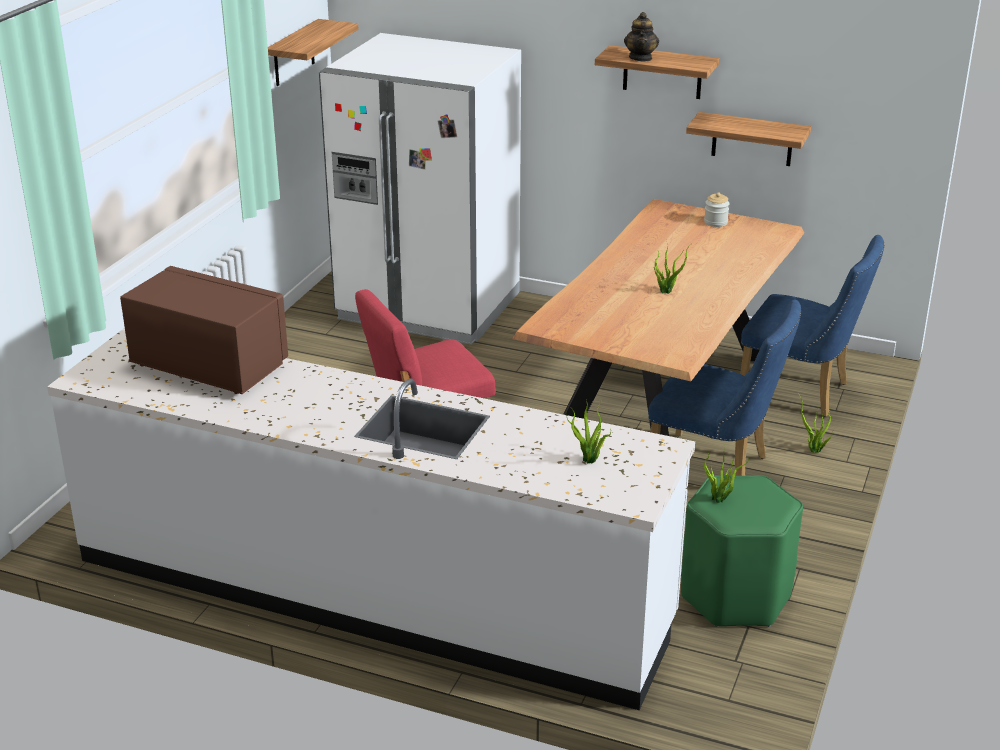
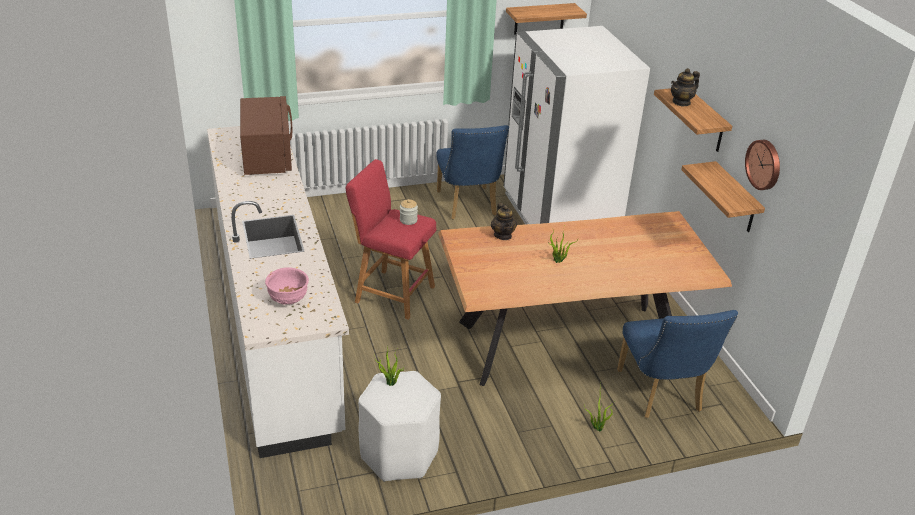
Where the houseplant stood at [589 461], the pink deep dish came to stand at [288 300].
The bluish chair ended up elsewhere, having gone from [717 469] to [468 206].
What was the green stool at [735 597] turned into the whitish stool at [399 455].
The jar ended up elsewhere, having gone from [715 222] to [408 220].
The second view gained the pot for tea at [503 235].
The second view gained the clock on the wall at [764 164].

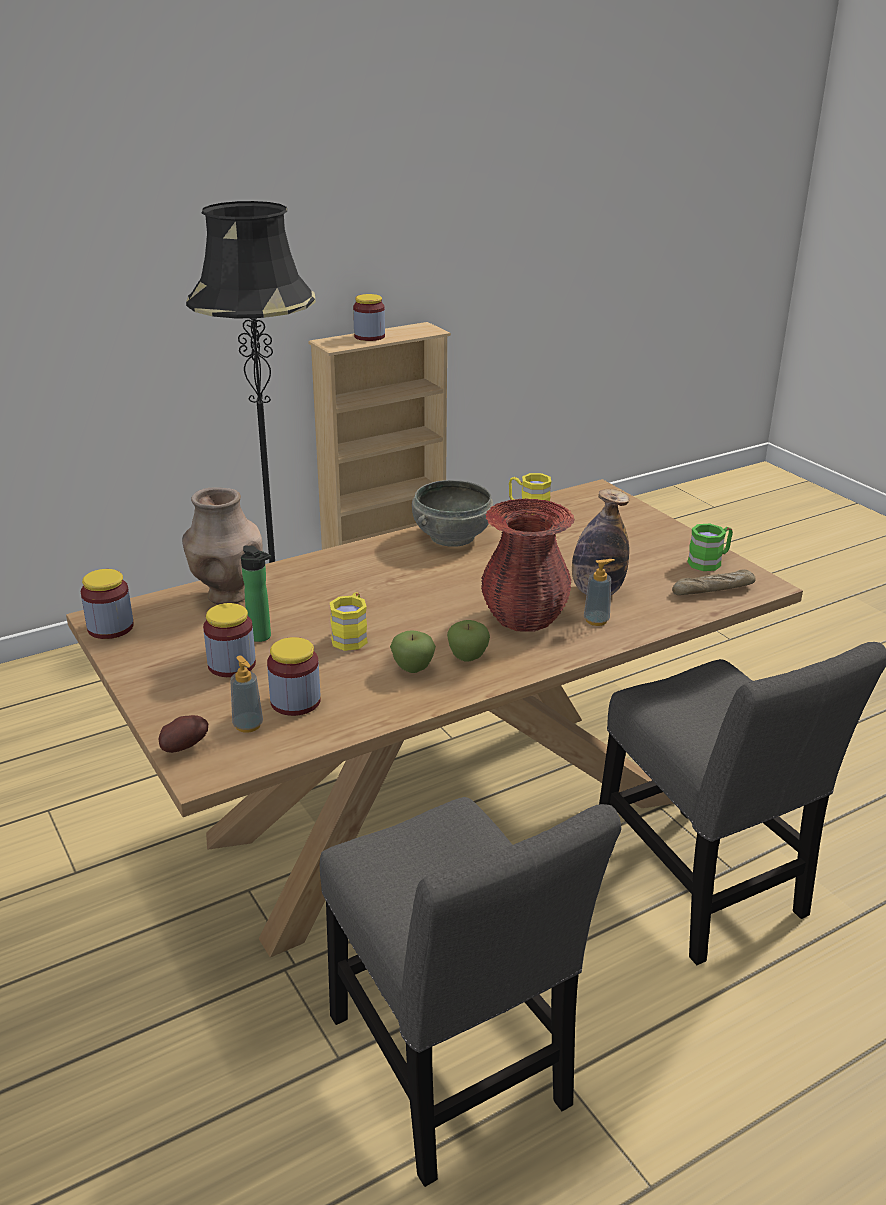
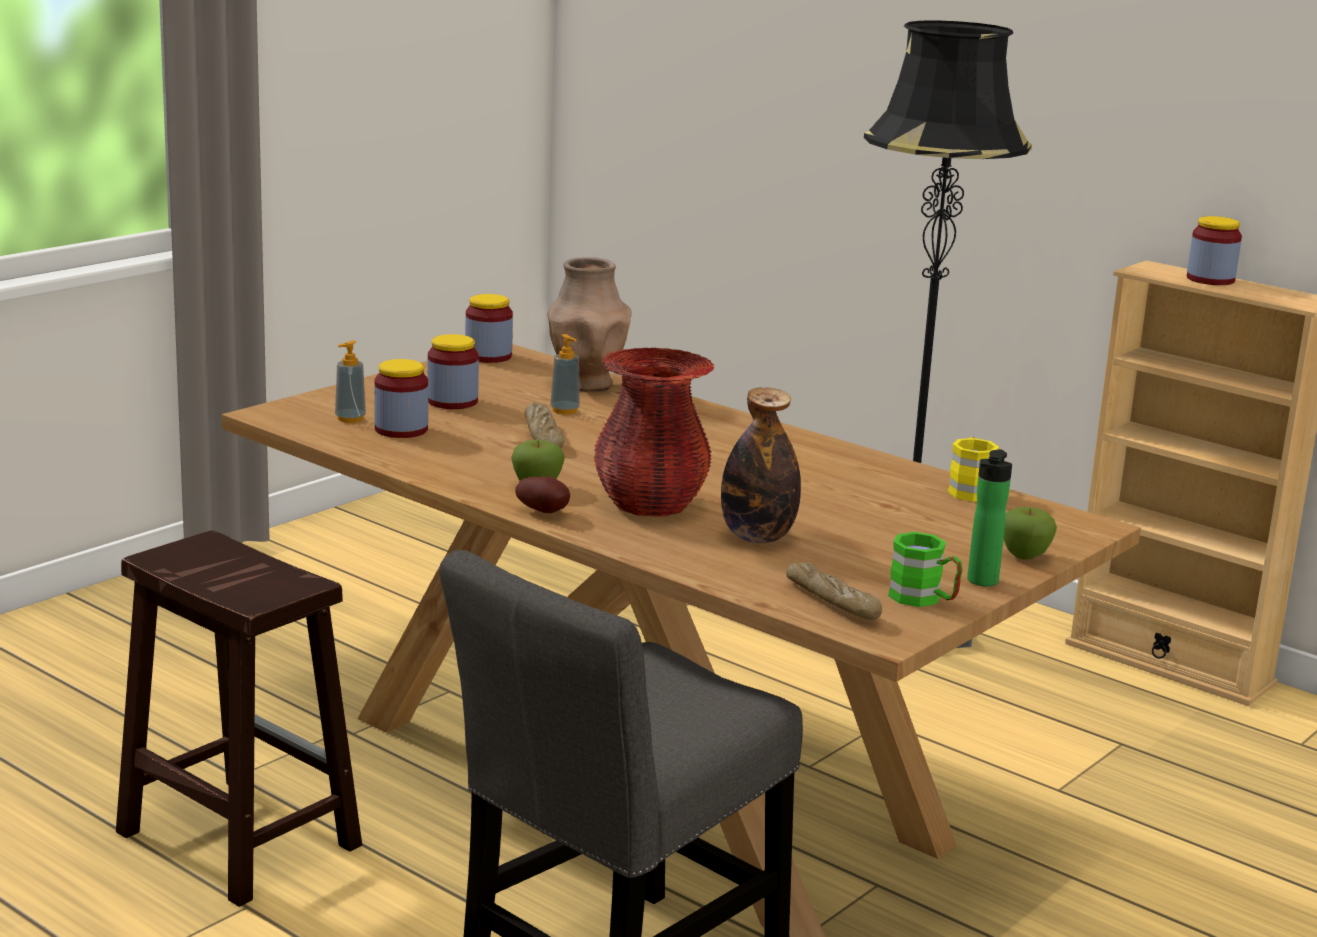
The potato ended up elsewhere, having gone from [183 747] to [545 512].
The bottle ended up elsewhere, having gone from [262 637] to [981 582].
Where the gray chair stood at [451 1072], the brown stool came to stand at [235 838].
Where the yellowish coffee mug stood at [351 636], the bread came to stand at [543 437].
The whole apple ended up elsewhere, having gone from [413 668] to [1025 556].
The second view lost the gray deep dish at [451 536].
The liquid soap bottle ended up elsewhere, having gone from [596 620] to [564 410].

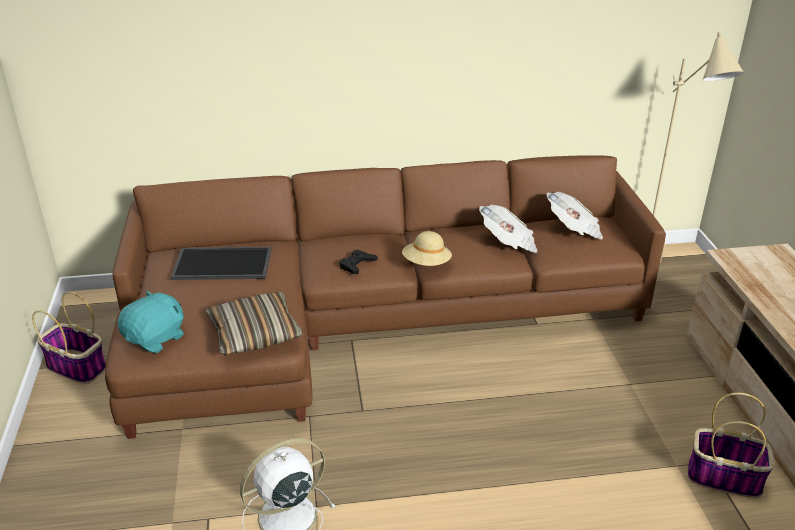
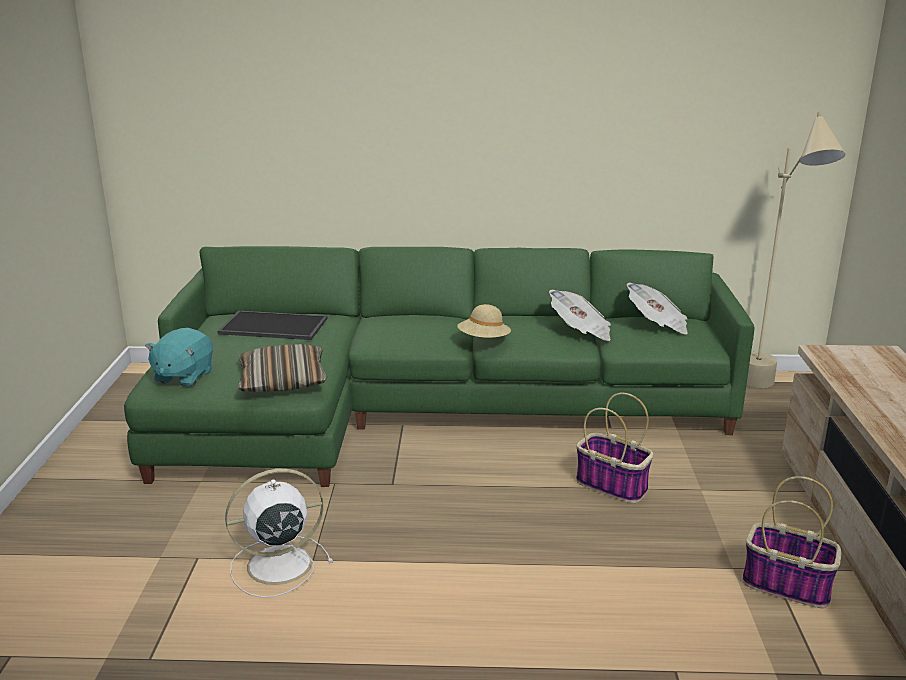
The storage basket ended up elsewhere, having gone from [78 367] to [613 485].
What was the brown sofa at [364 322] turned into the green sofa at [421 410].
The blue-green plush toy at [156 338] ended up facing another way, 150 degrees clockwise from before.
The second view lost the black-coloured joypad at [357 265].

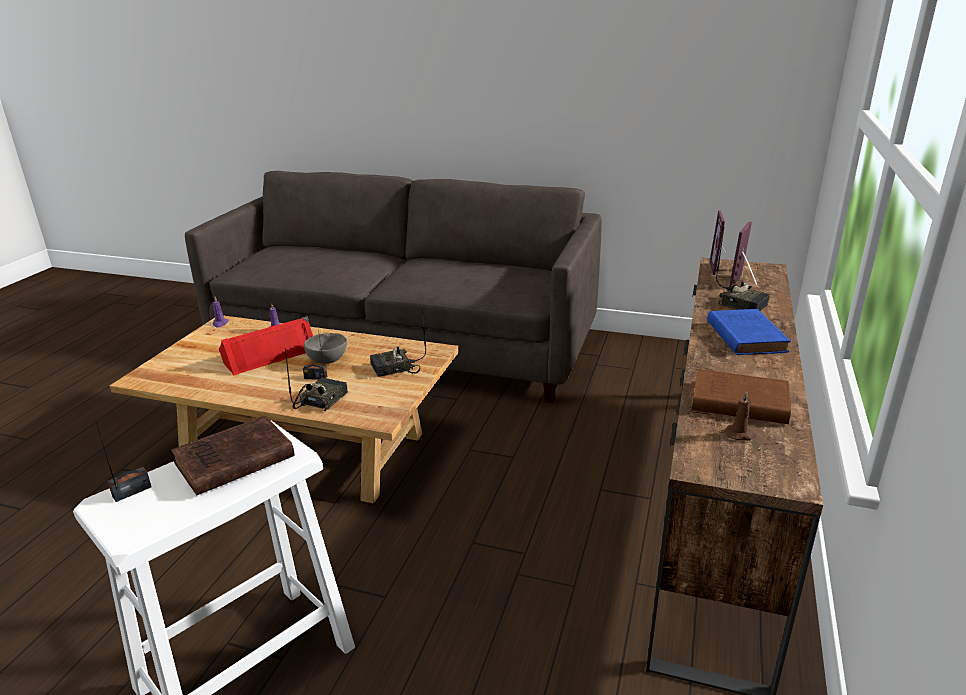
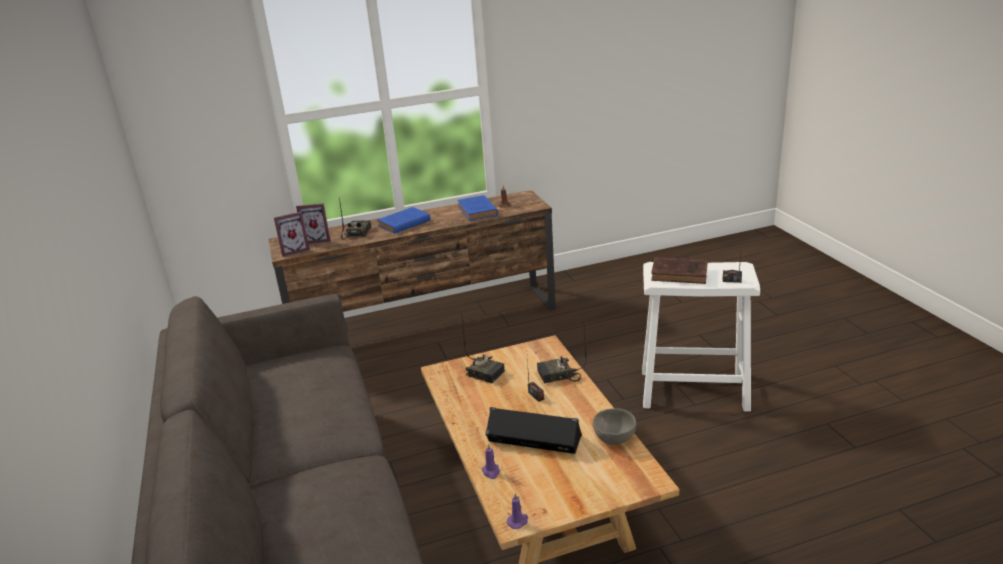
What was the reddish loudspeaker at [269 355] turned into the black-coloured loudspeaker at [534 441].
The gray deep dish ended up elsewhere, having gone from [328 360] to [613 438].
What was the brown bound book at [736 402] turned into the bluish bound book at [478 211].

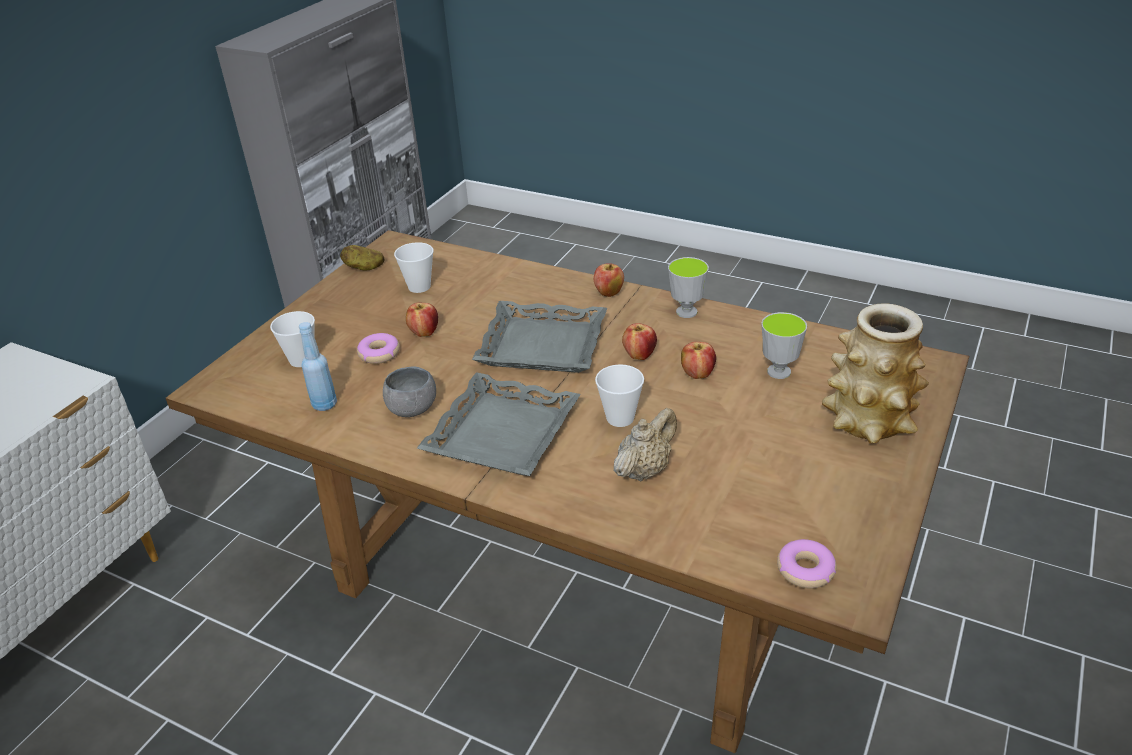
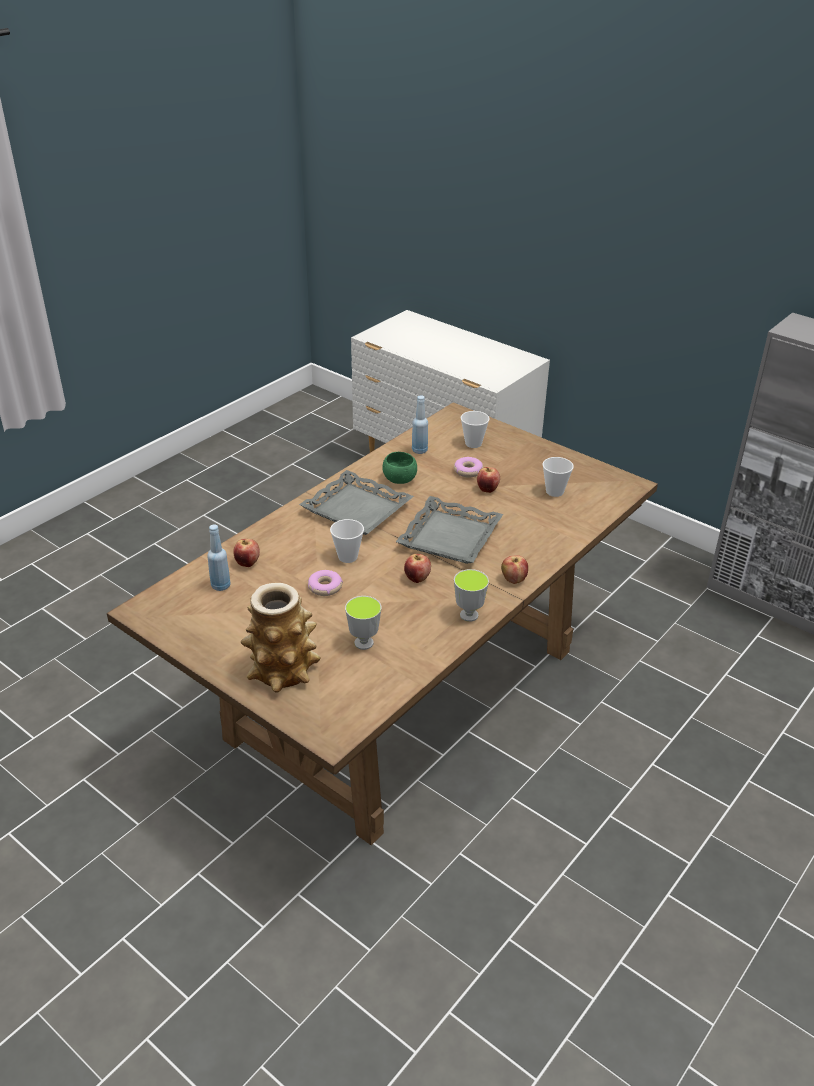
The second view lost the potato at [364 268].
What was the gray deep dish at [412 409] turned into the green deep dish at [399 480].
The second view lost the beige pot for tea at [644 469].
The whole apple ended up elsewhere, having gone from [697 374] to [247 563].
The doughnut ended up elsewhere, having gone from [805 570] to [325 587].
The second view gained the bluish bottle at [220 586].

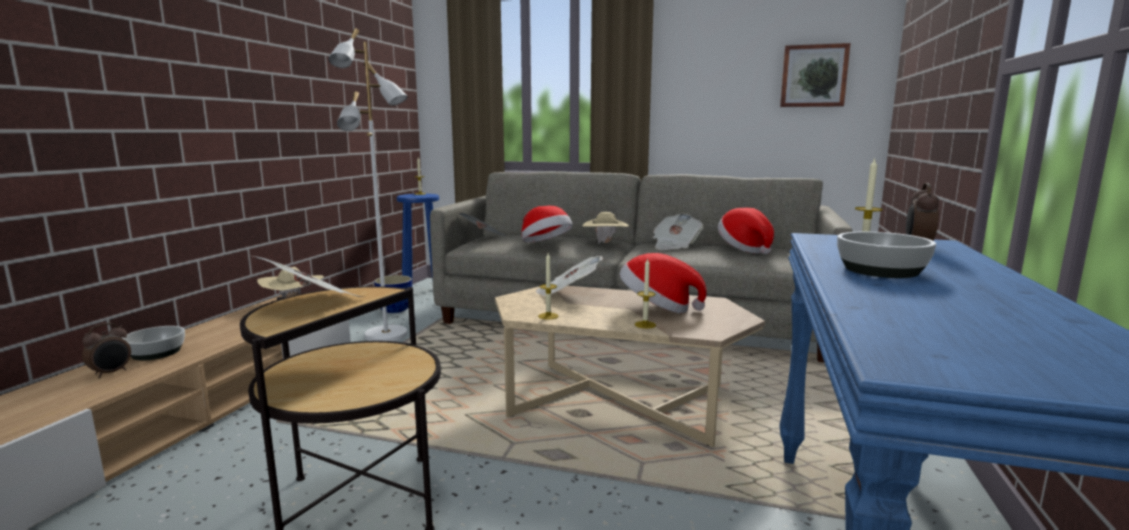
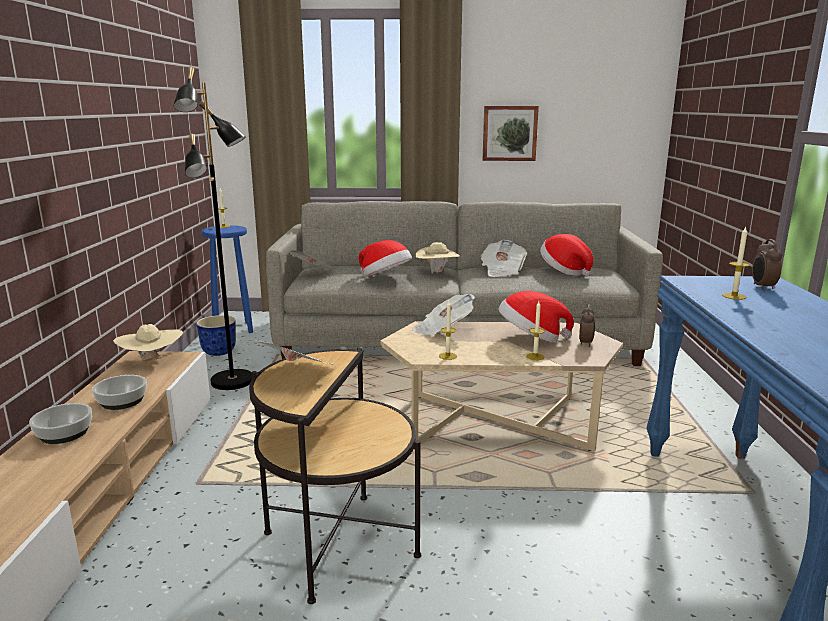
The bedside clock ended up elsewhere, having gone from [111 373] to [586 343].
What was the whitish standing lamp at [386 336] turned into the black-coloured standing lamp at [233 381].
The picture ended up elsewhere, having gone from [813 76] to [509 133].
The deep dish ended up elsewhere, having gone from [881 270] to [122 401].

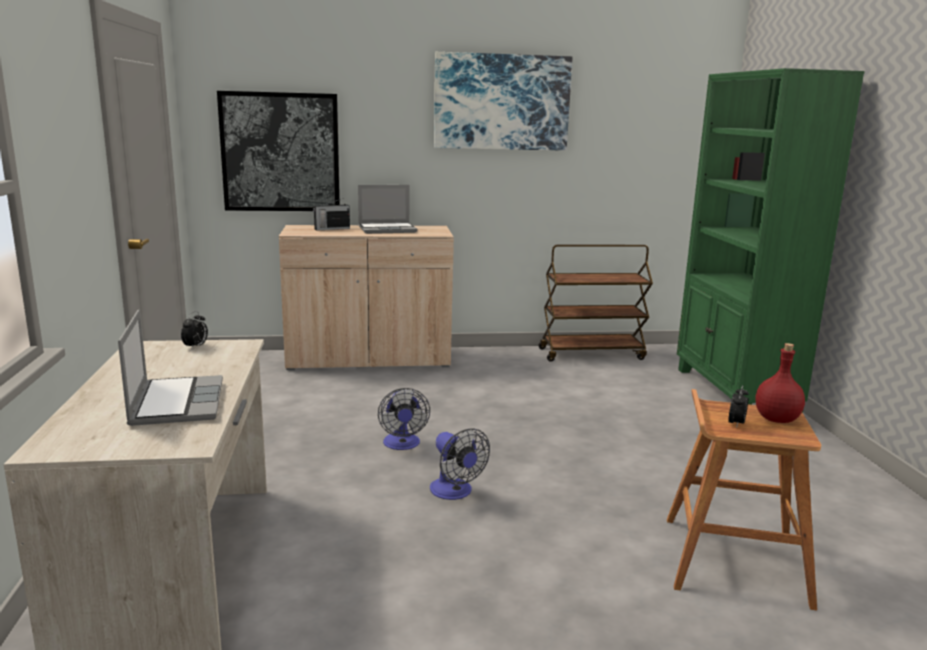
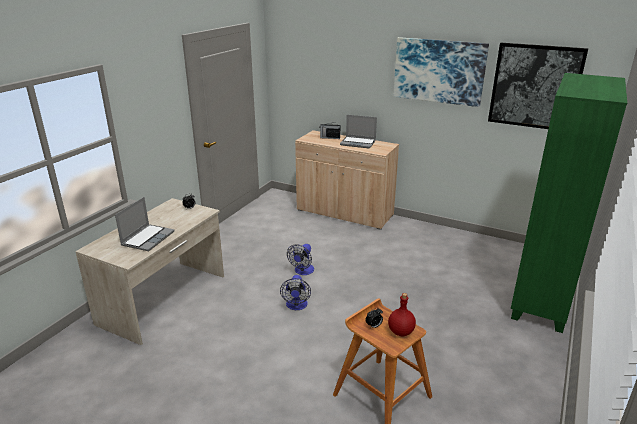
The picture ended up elsewhere, having gone from [280 152] to [535 86].
The second view lost the brown wheeled cart at [592 353].

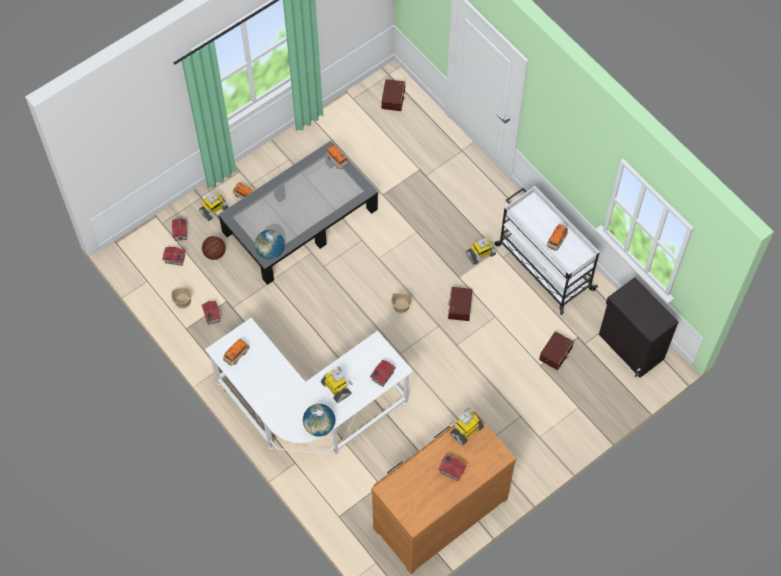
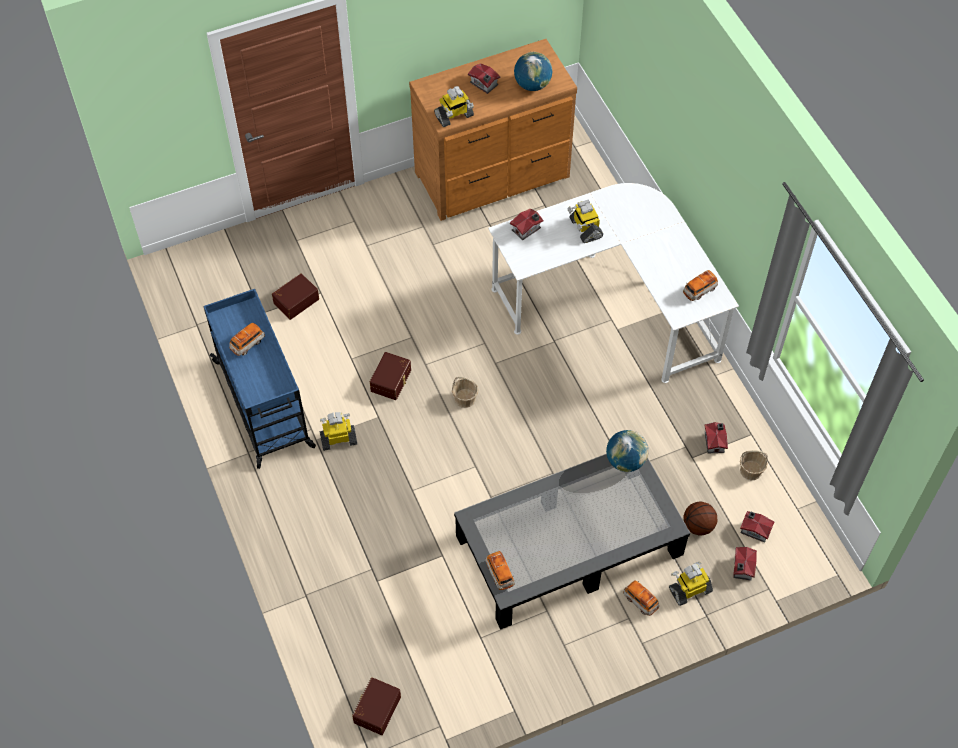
The globe ended up elsewhere, having gone from [319 426] to [532 85].
What was the whitish wheeled cart at [543 266] turned into the bluish wheeled cart at [264 405].
The second view lost the black-coloured cupboard at [630 347].

